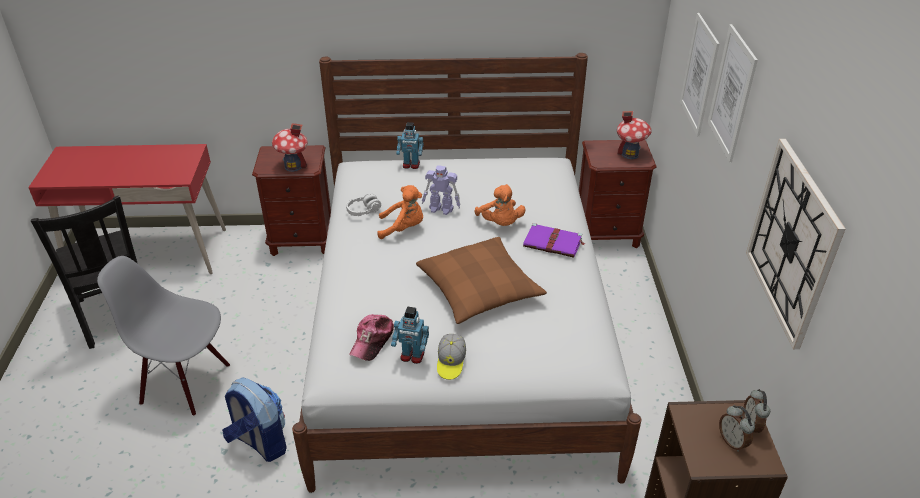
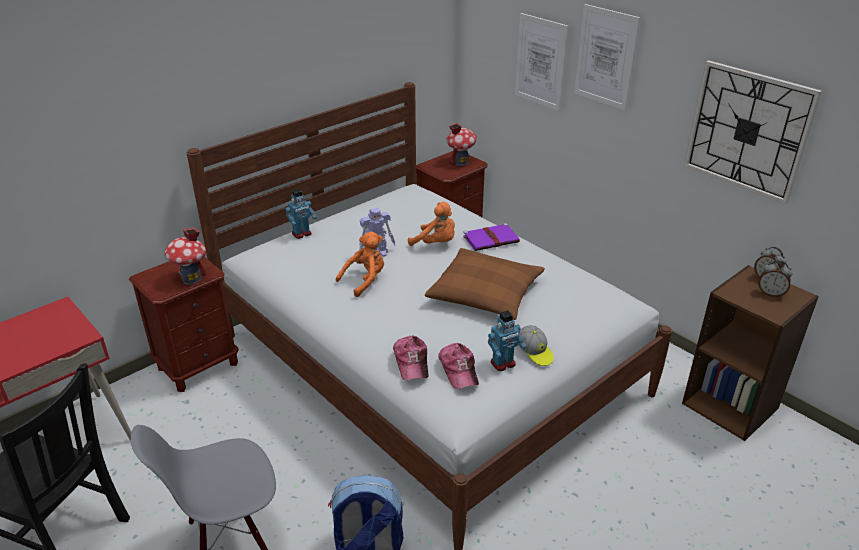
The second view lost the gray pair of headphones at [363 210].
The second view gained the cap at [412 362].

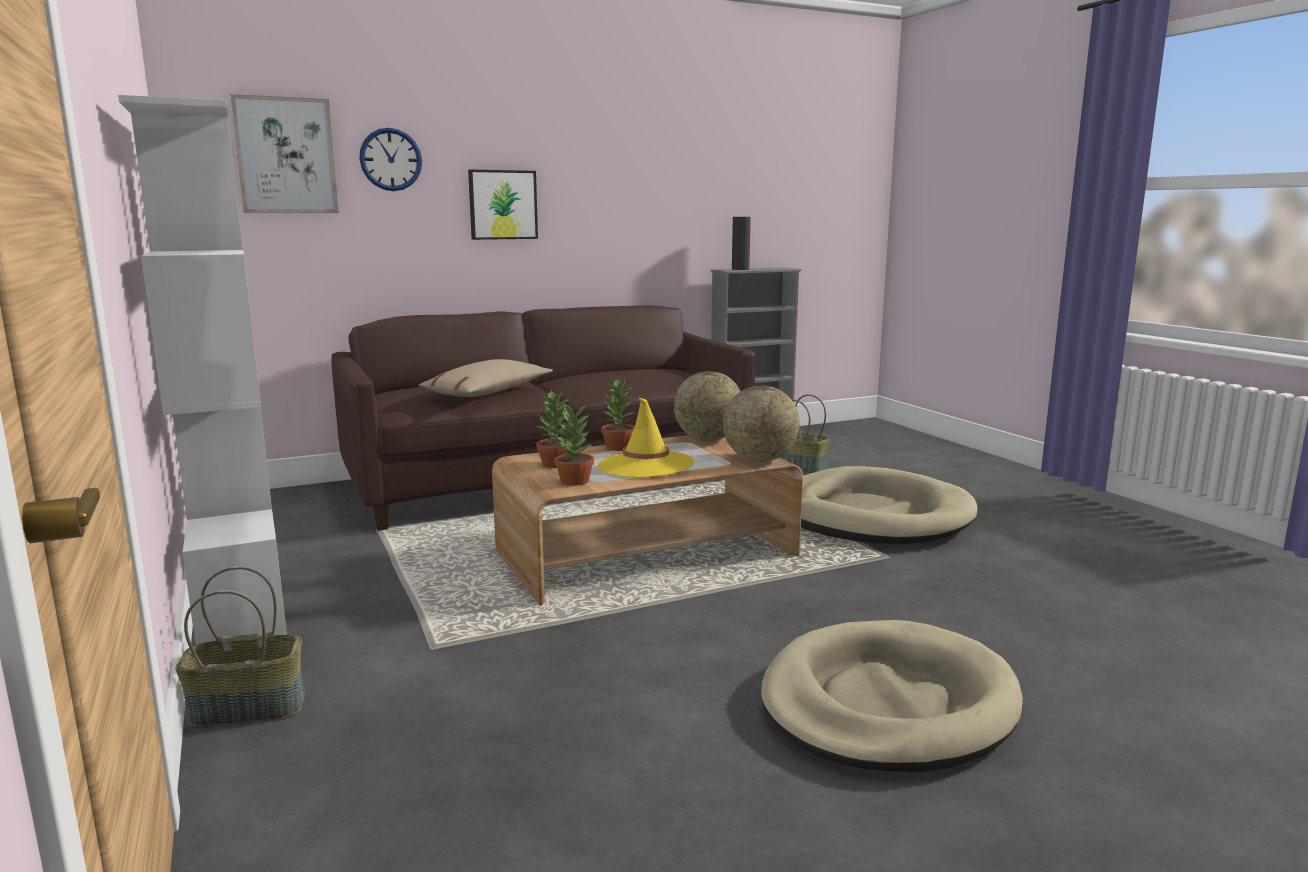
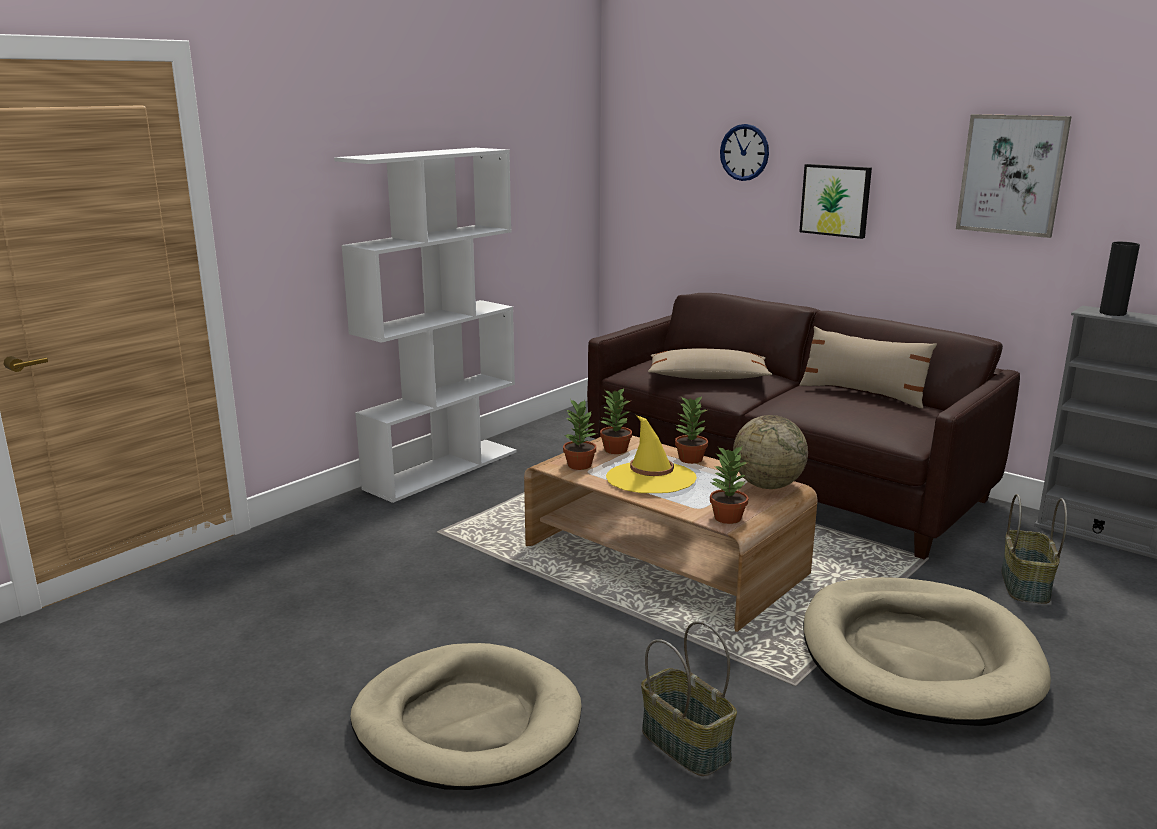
The storage basket ended up elsewhere, having gone from [249 708] to [687 744].
The picture ended up elsewhere, having gone from [286 155] to [1011 175].
Where the globe stood at [760 460], the houseplant came to stand at [726 518].
The second view gained the beige throw pillow at [862 394].

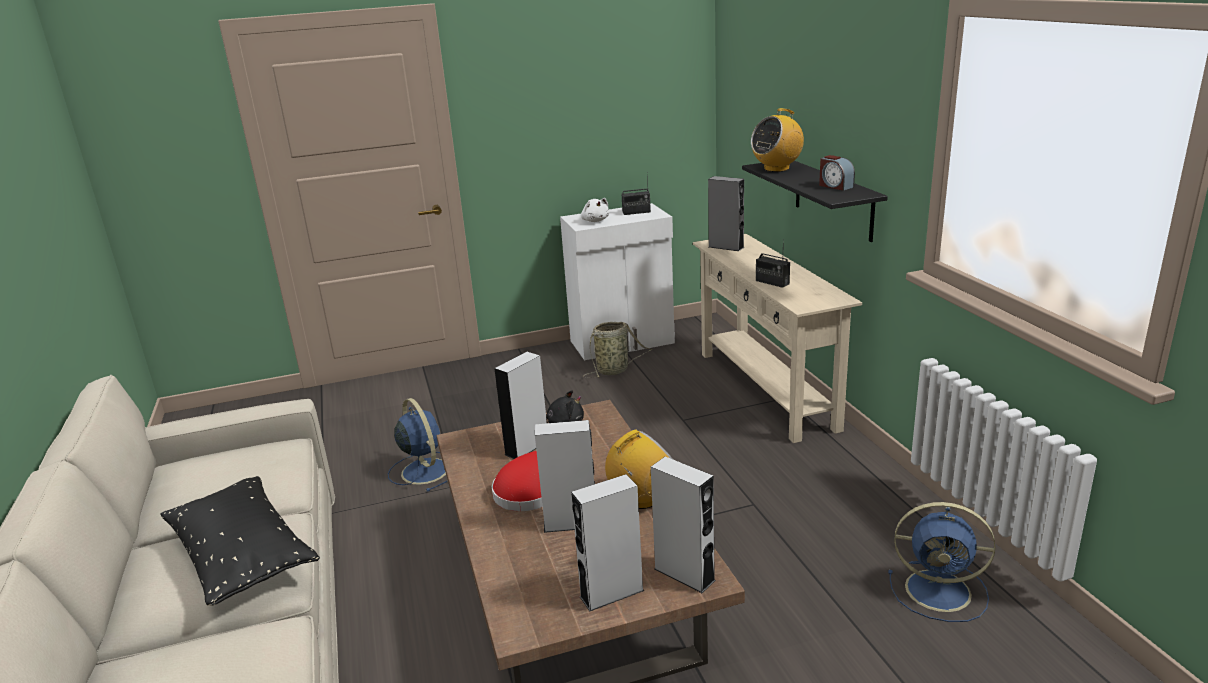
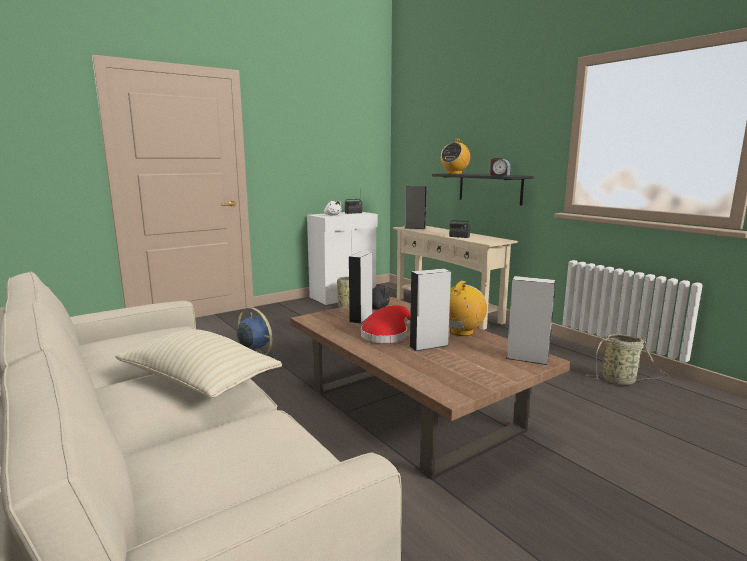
What was the black-coloured throw pillow at [242 557] turned into the beige throw pillow at [199 381].
The second view lost the gray loudspeaker at [611 593].
Where the bluish electric fan stood at [941 591], the storage basket came to stand at [620 381].

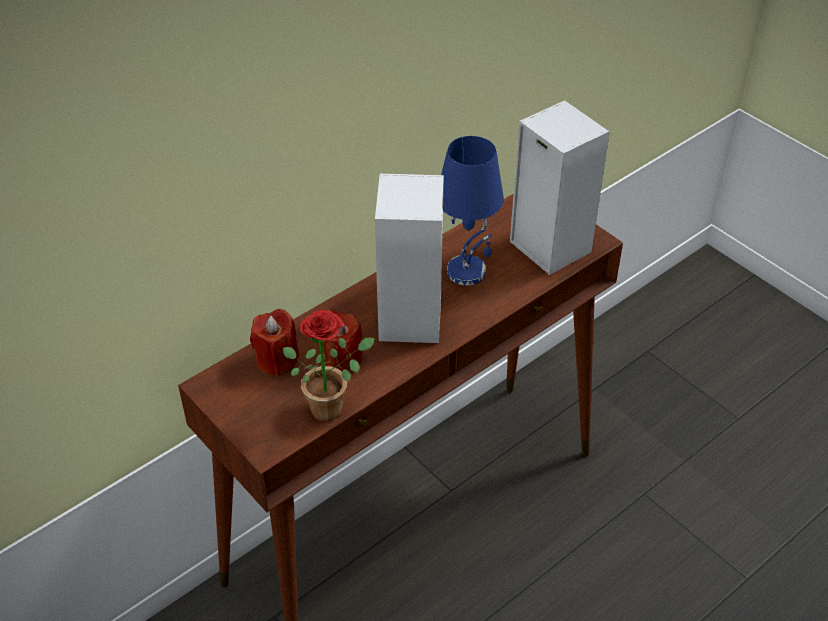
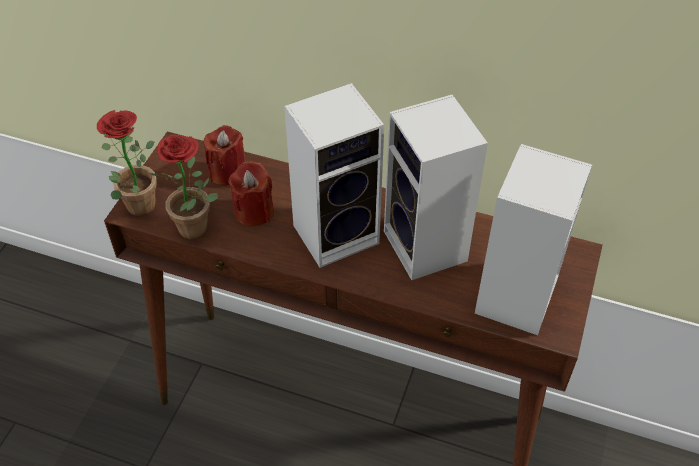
Where the bluish tabletop lamp stood at [467 271], the loudspeaker came to stand at [428 248].
The second view gained the houseplant at [136 203].

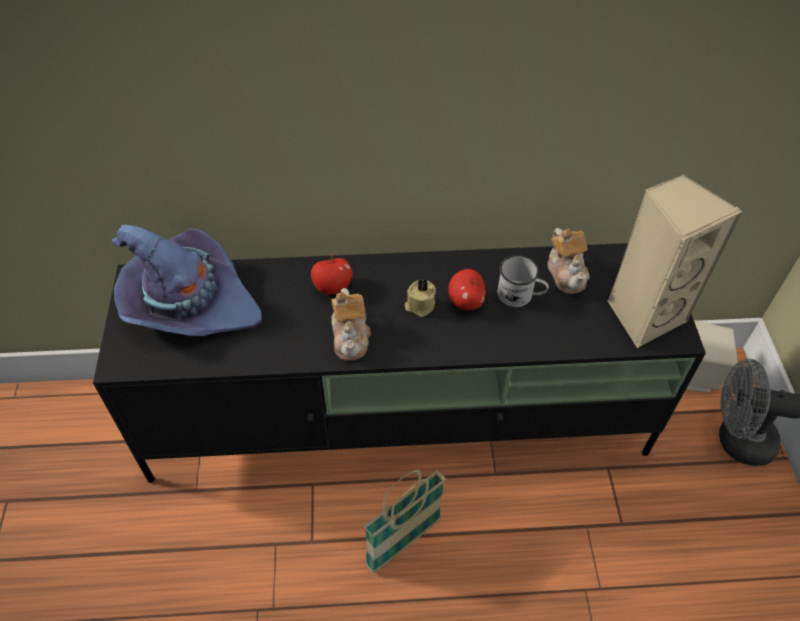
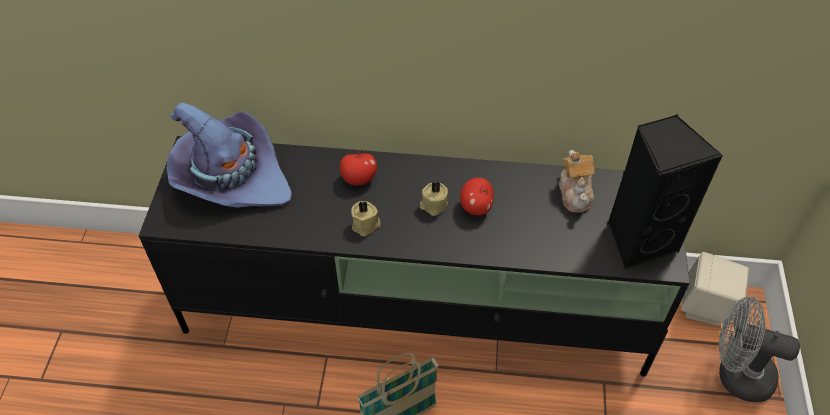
Where the pot for tea stood at [351 337], the beige wax candle came to stand at [366 225].
The second view lost the whitish coffee mug at [520 296].
What was the beige loudspeaker at [643 314] turned into the black-coloured loudspeaker at [639 240].

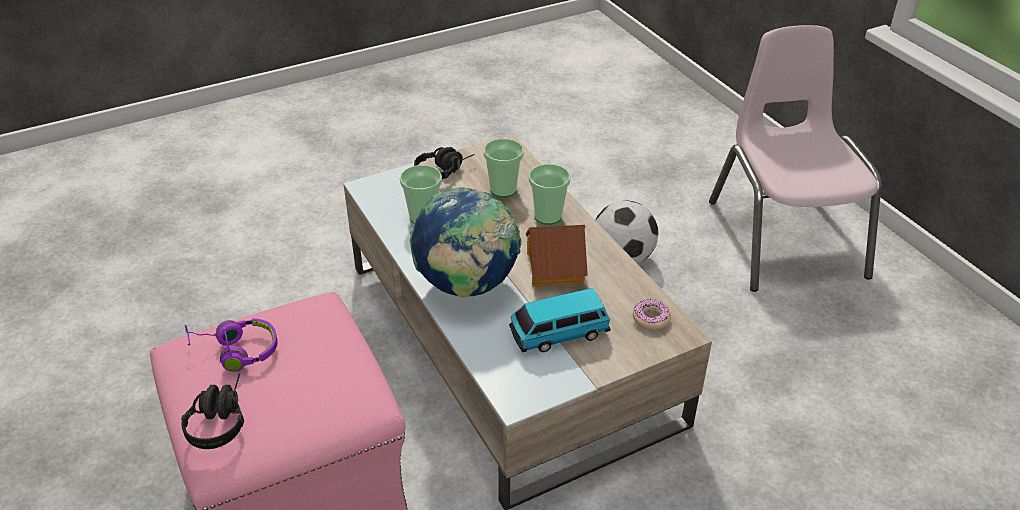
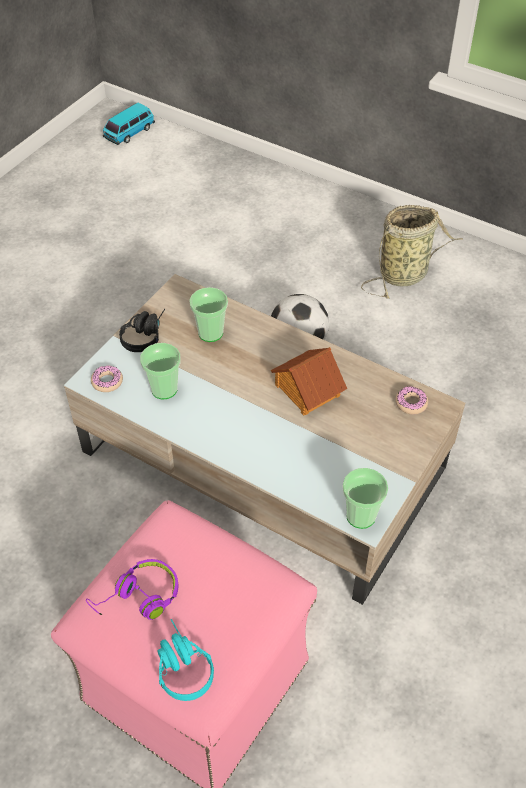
What was the black-coloured pair of headphones at [219 418] turned into the blue-green pair of headphones at [180 665].
The second view lost the globe at [466 286].
The miniature car ended up elsewhere, having gone from [559 333] to [129 133].
The small cup ended up elsewhere, having gone from [548 216] to [360 516].
Where the pink chair stood at [784 238], the storage basket came to stand at [405 274].
The second view gained the doughnut at [107 382].

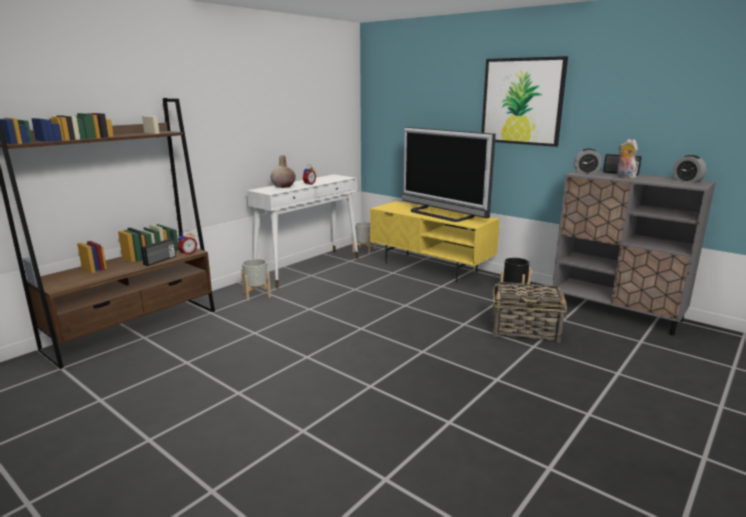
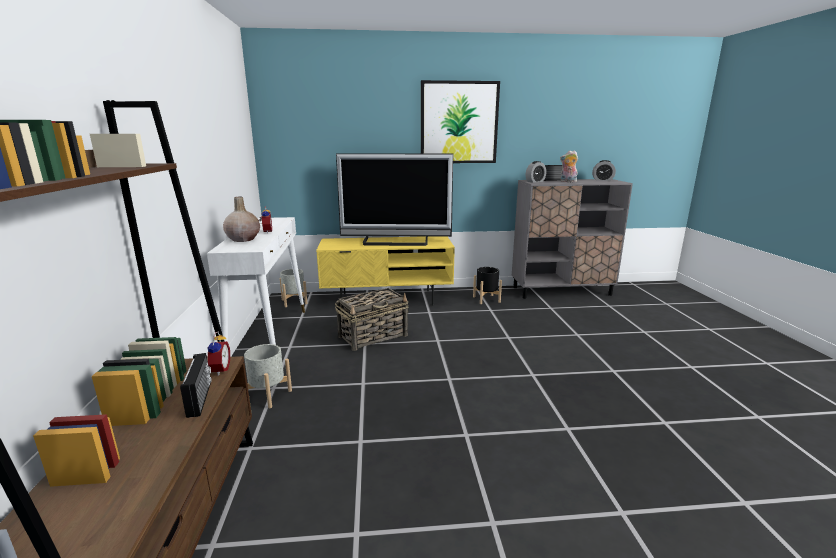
The storage basket ended up elsewhere, having gone from [525 330] to [373 336].

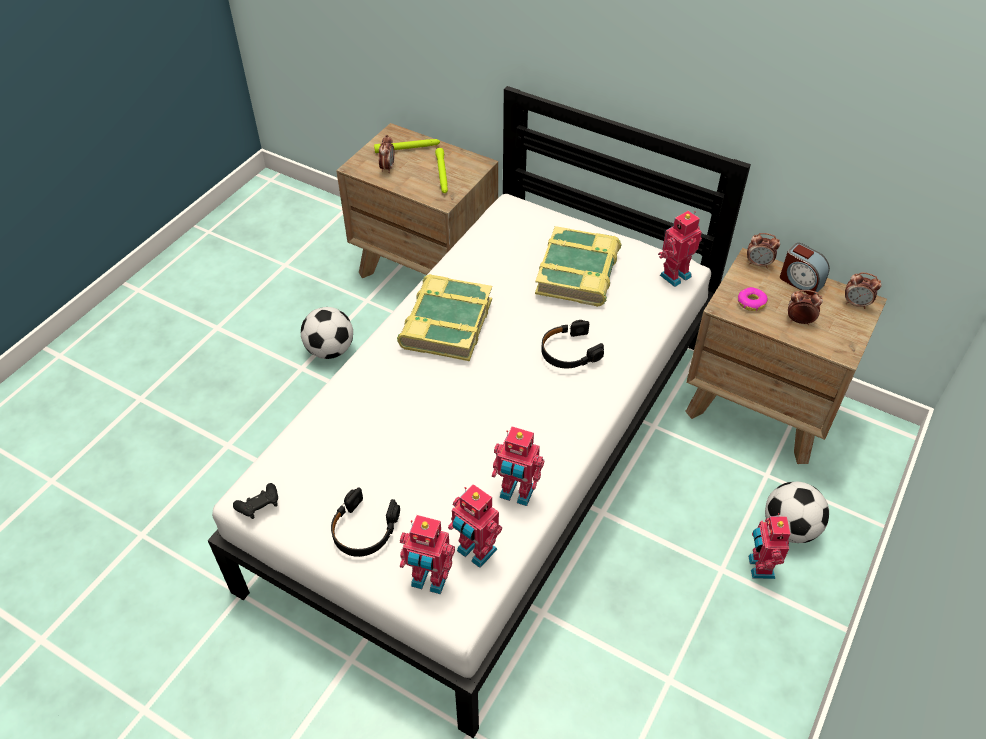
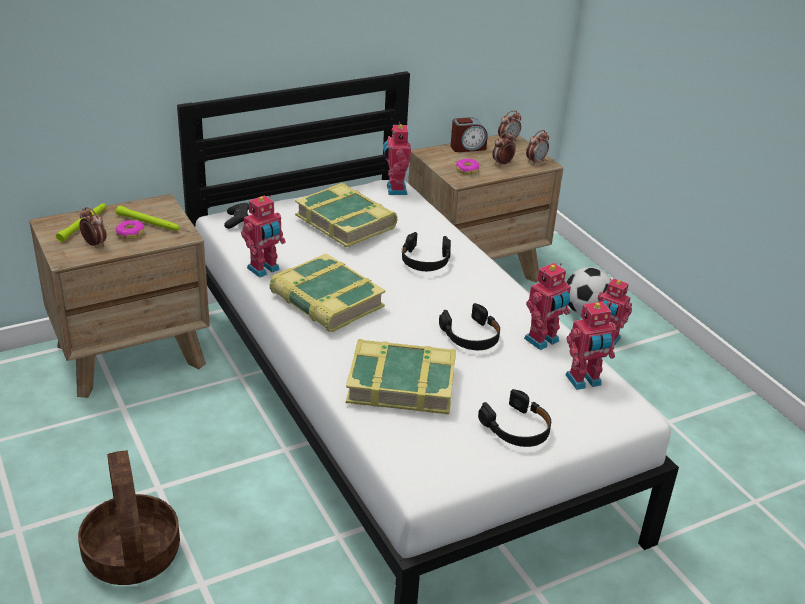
The black-coloured joypad ended up elsewhere, having gone from [259 506] to [238 221].
The second view lost the football ball at [330 350].
The model robot ended up elsewhere, having gone from [429 580] to [264 270].
The bedside clock ended up elsewhere, having gone from [758 264] to [536 162].
The second view gained the storage basket at [131 554].
The second view gained the doughnut at [130 234].
The second view gained the bound book at [401 383].
The second view gained the black-coloured pair of headphones at [471 336].

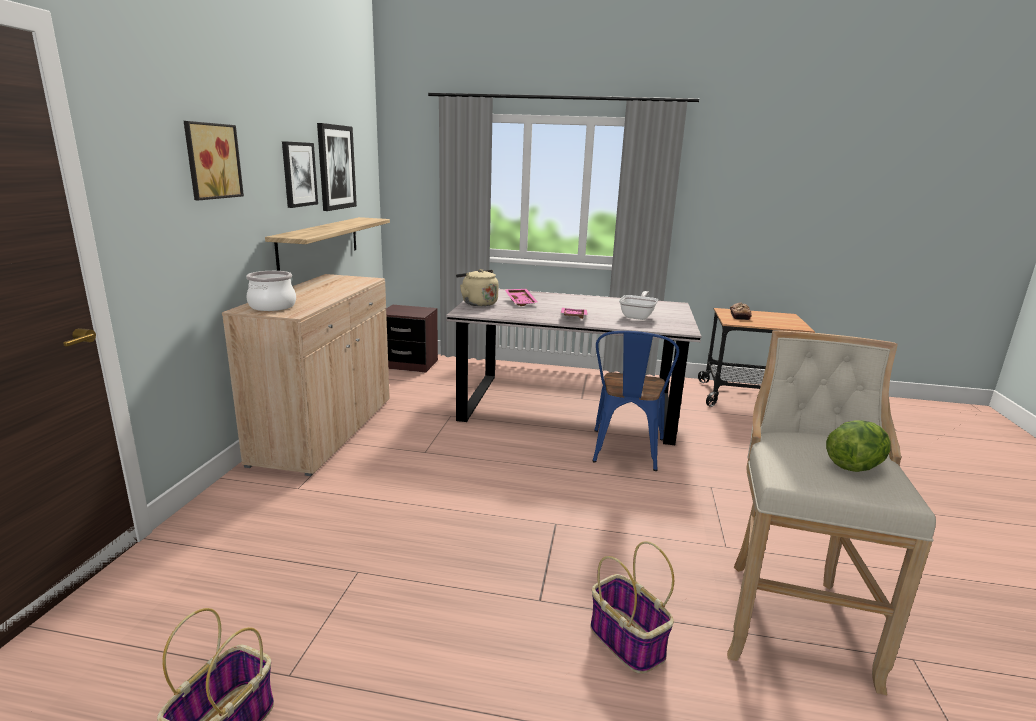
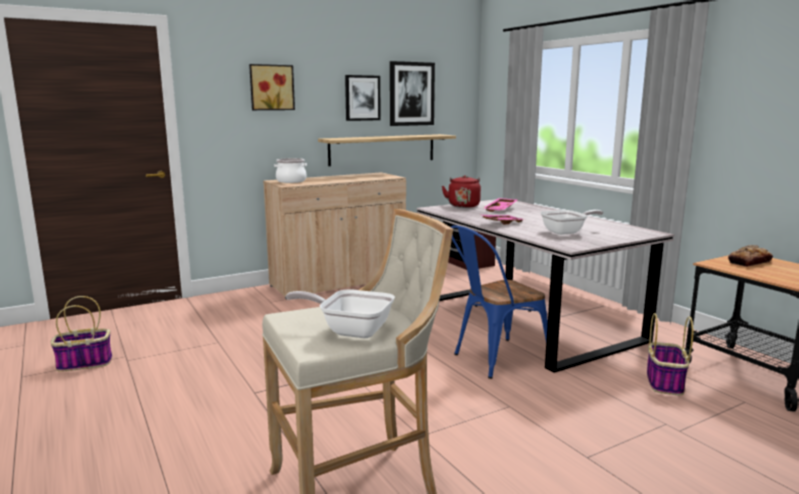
What was the beige kettle at [477 303] turned into the reddish kettle at [463 205].
The storage basket ended up elsewhere, having gone from [625 640] to [664 382].
Where the head of lettuce stood at [854 466], the skillet came to stand at [350 330].

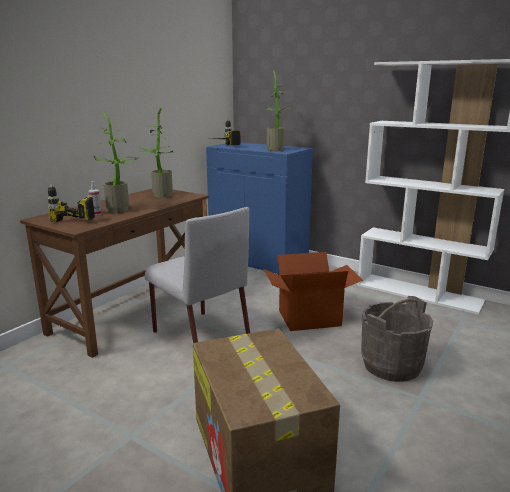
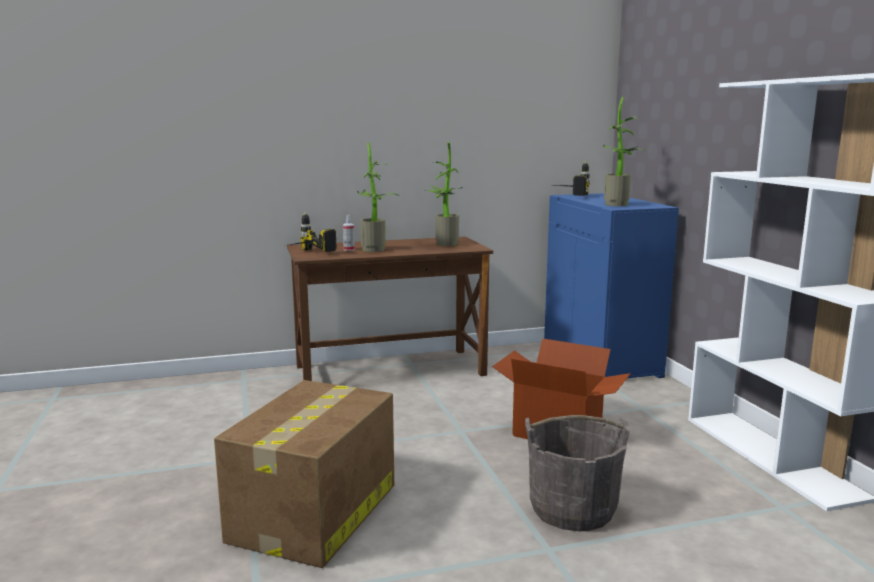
The second view lost the gray chair at [200 336].

